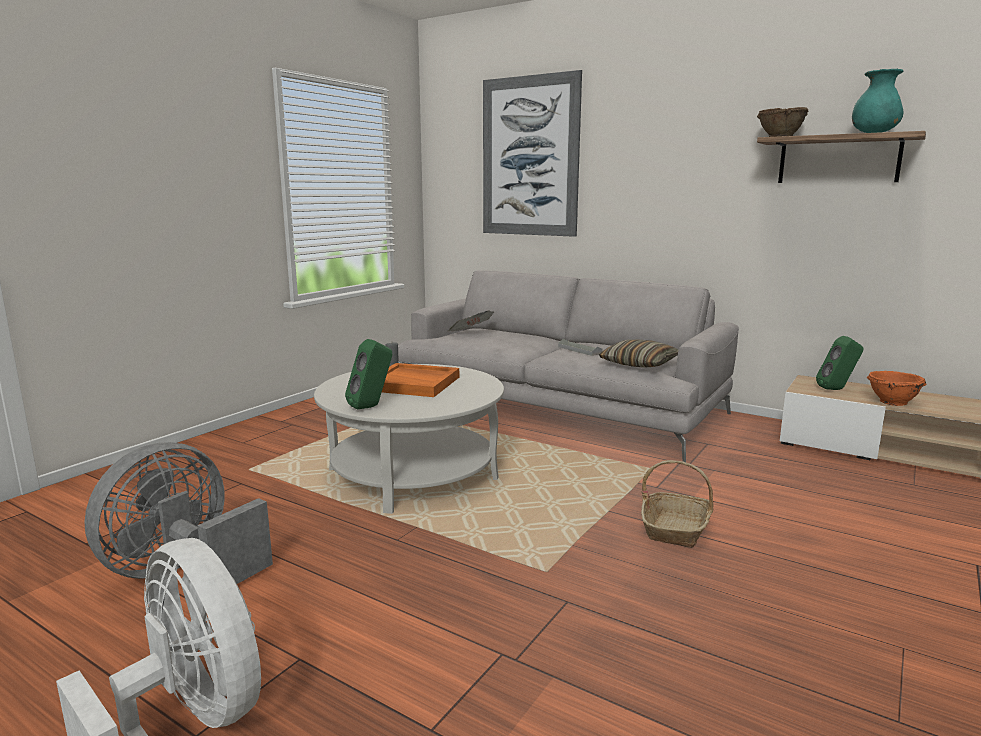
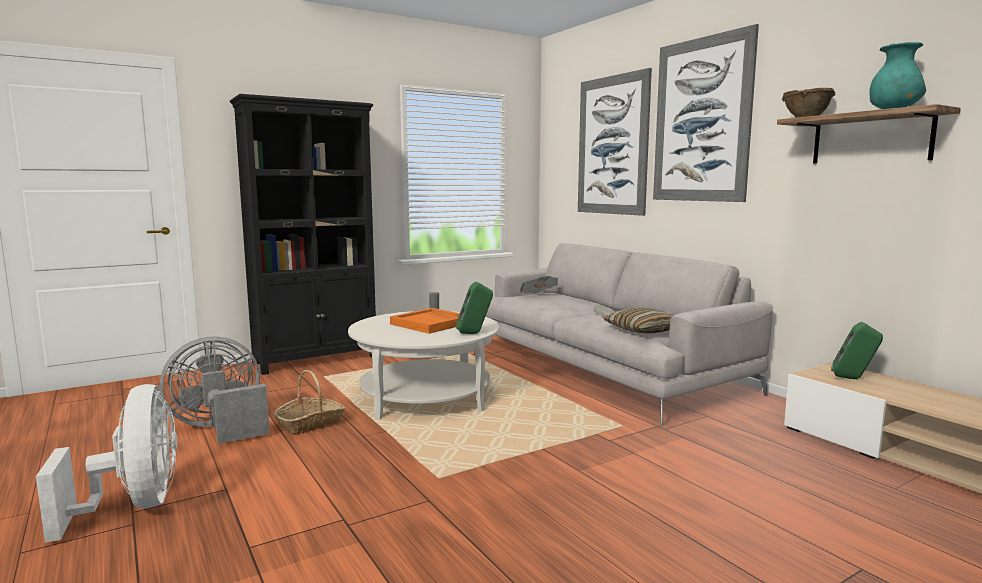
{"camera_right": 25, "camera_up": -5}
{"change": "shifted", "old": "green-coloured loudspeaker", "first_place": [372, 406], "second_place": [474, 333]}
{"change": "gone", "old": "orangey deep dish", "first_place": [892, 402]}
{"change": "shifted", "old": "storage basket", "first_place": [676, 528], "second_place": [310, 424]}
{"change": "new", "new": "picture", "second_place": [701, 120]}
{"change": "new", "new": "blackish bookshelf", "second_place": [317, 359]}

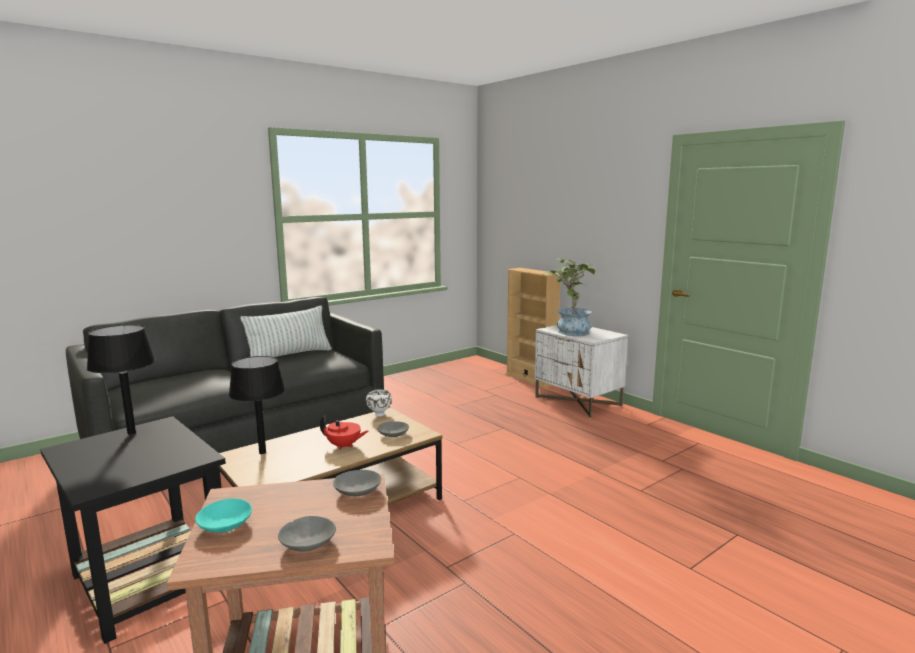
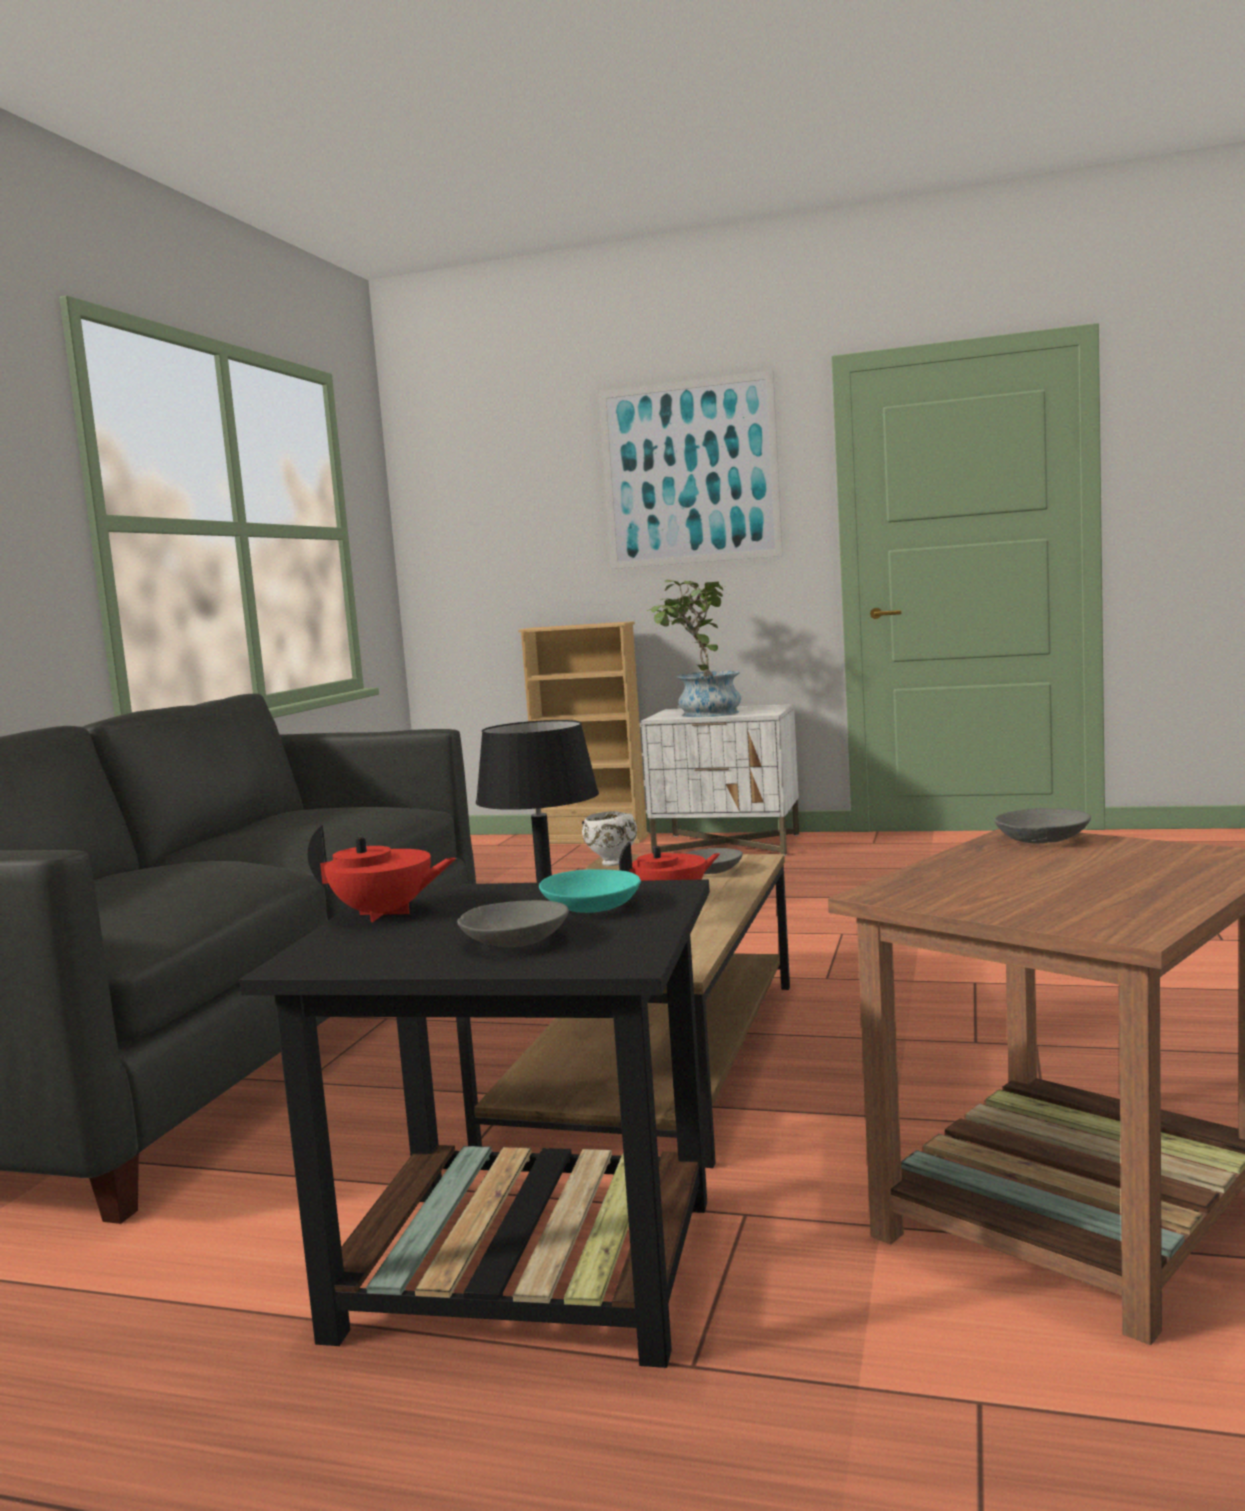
{"camera_right": -35, "camera_up": -5}
{"change": "gone", "old": "pillow", "first_place": [289, 356]}
{"change": "swapped", "old": "blackish lamp for a table", "new": "reddish pot for tea", "first_place": [131, 433], "second_place": [384, 914]}
{"change": "shifted", "old": "blue-green deep dish", "first_place": [225, 525], "second_place": [593, 907]}
{"change": "shifted", "old": "greyish deep dish", "first_place": [308, 543], "second_place": [514, 941]}
{"change": "new", "new": "picture", "second_place": [690, 473]}

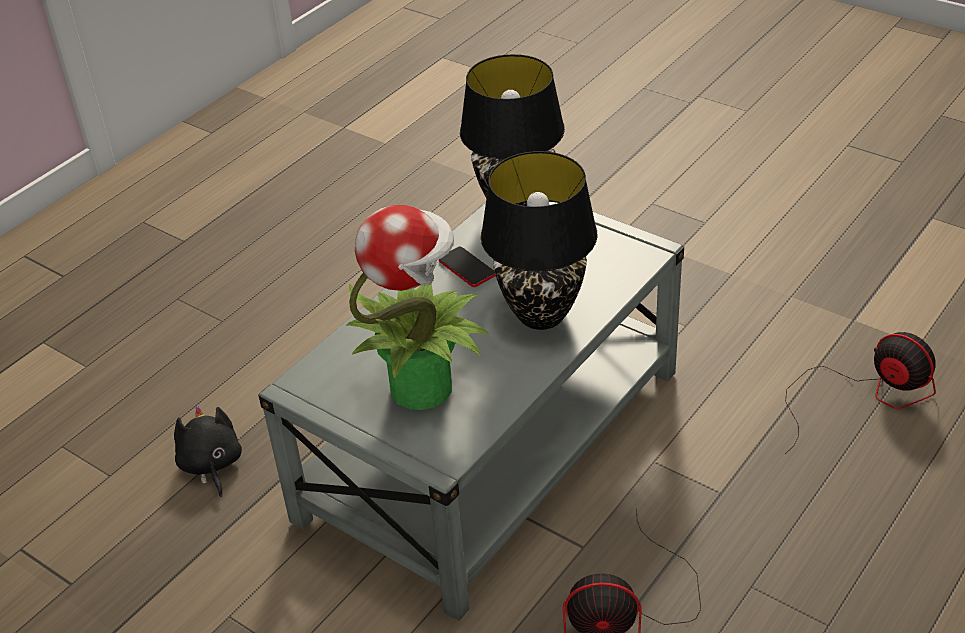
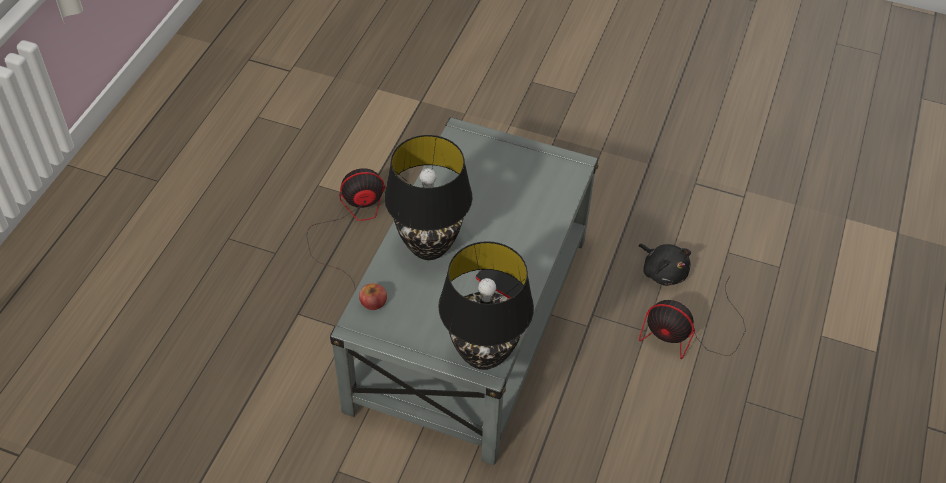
{"camera_right": 160, "camera_up": 10}
{"change": "gone", "old": "plant in a pot", "first_place": [423, 386]}
{"change": "shifted", "old": "electric fan", "first_place": [865, 395], "second_place": [687, 334]}
{"change": "new", "new": "apple fruit", "second_place": [373, 302]}

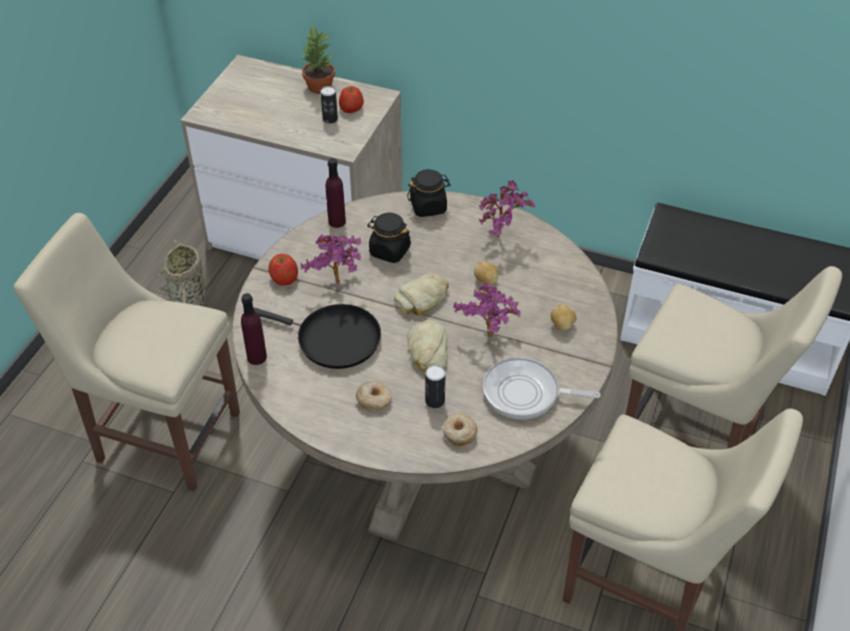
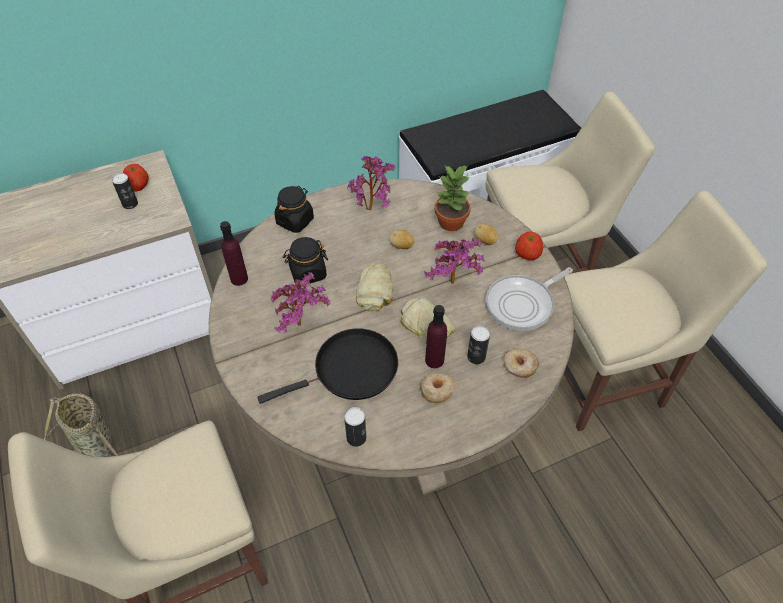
{"camera_right": -45, "camera_up": 5}
{"change": "shifted", "old": "plant in a pot", "first_place": [319, 87], "second_place": [451, 222]}
{"change": "shifted", "old": "apple fruit", "first_place": [284, 278], "second_place": [527, 253]}
{"change": "shifted", "old": "purple bottle", "first_place": [257, 357], "second_place": [434, 360]}
{"change": "new", "new": "can", "second_place": [356, 437]}

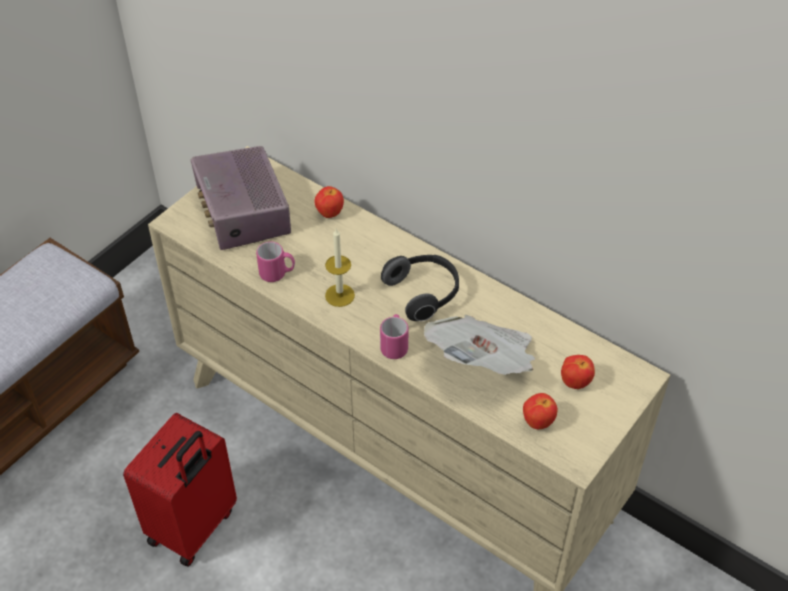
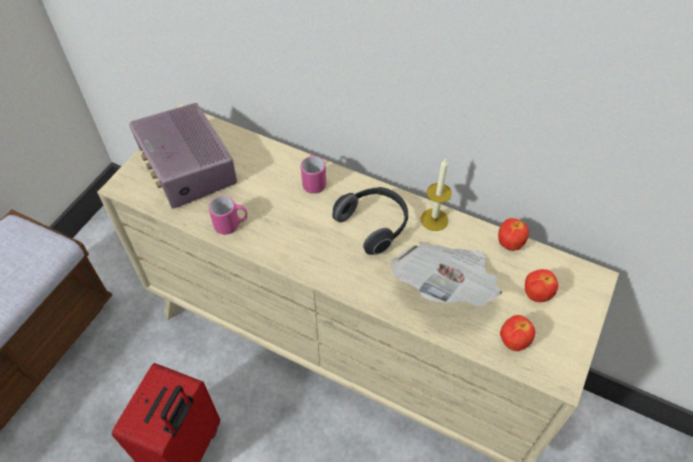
{"camera_right": -10, "camera_up": 5}
{"change": "shifted", "old": "apple fruit", "first_place": [329, 213], "second_place": [509, 244]}
{"change": "shifted", "old": "candle", "first_place": [339, 295], "second_place": [434, 219]}
{"change": "shifted", "old": "pink-coloured coffee mug", "first_place": [394, 345], "second_place": [314, 181]}

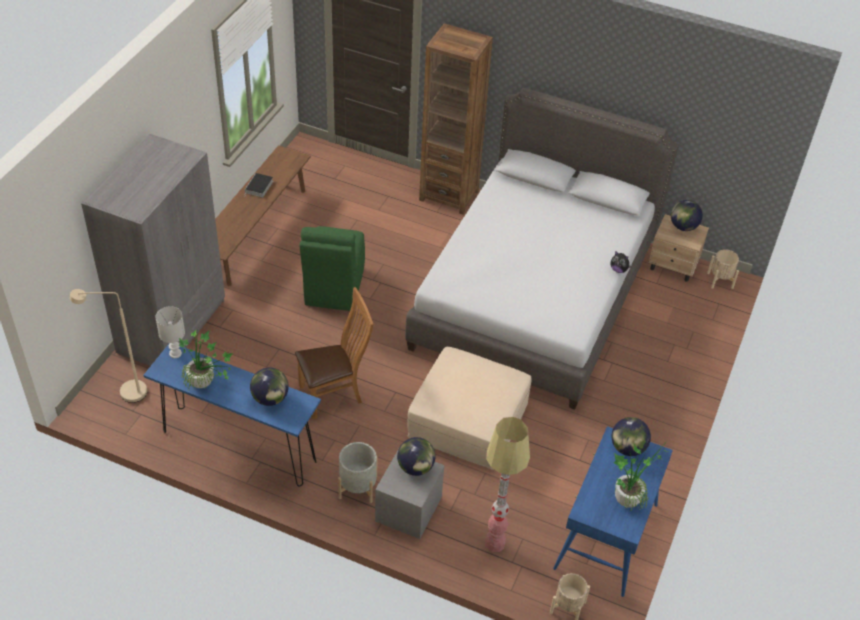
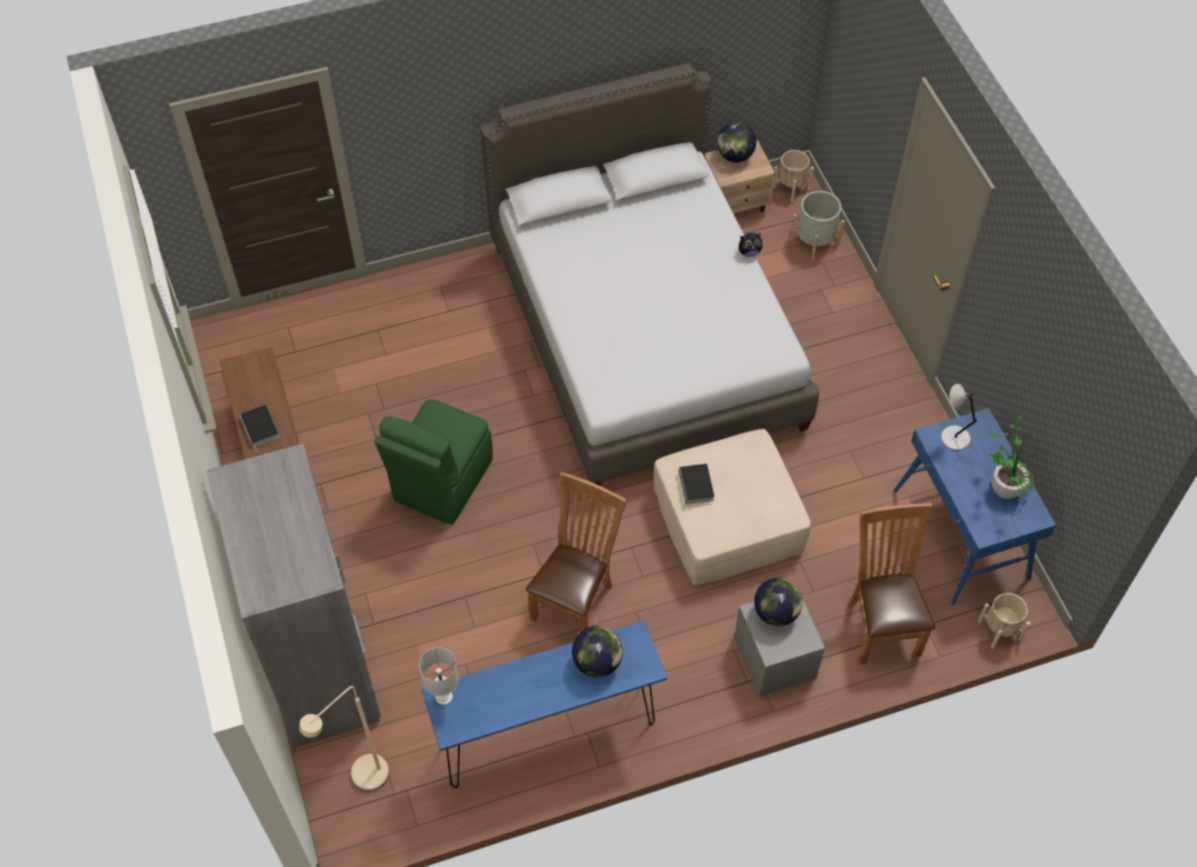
{"camera_right": -40, "camera_up": 10}
{"change": "gone", "old": "brown-coloured bookshelf", "first_place": [449, 195]}
{"change": "rotated", "old": "green-coloured chair", "first_place": [334, 287], "second_place": [441, 482], "degrees": 60}
{"change": "gone", "old": "plant in a pot", "first_place": [206, 384]}
{"change": "swapped", "old": "standard lamp", "new": "brown-coloured chair", "first_place": [495, 543], "second_place": [881, 624]}
{"change": "swapped", "old": "desk globe", "new": "greyish lamp for a table", "first_place": [627, 448], "second_place": [953, 437]}
{"change": "shifted", "old": "greyish planter", "first_place": [358, 487], "second_place": [814, 242]}
{"change": "new", "new": "volume", "second_place": [696, 487]}

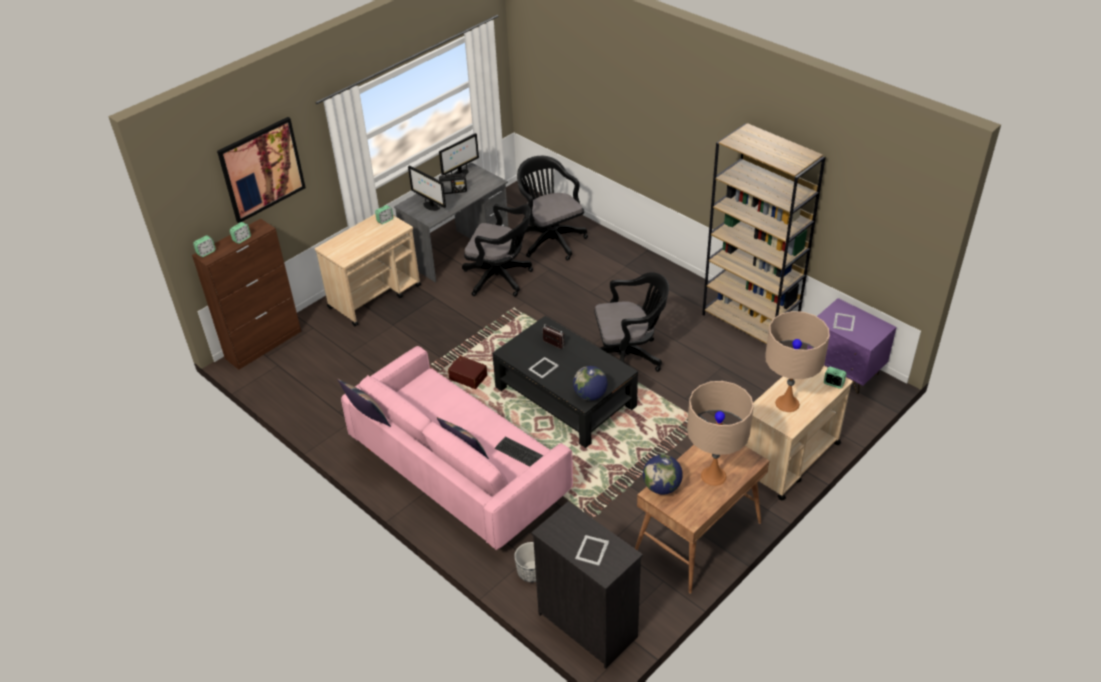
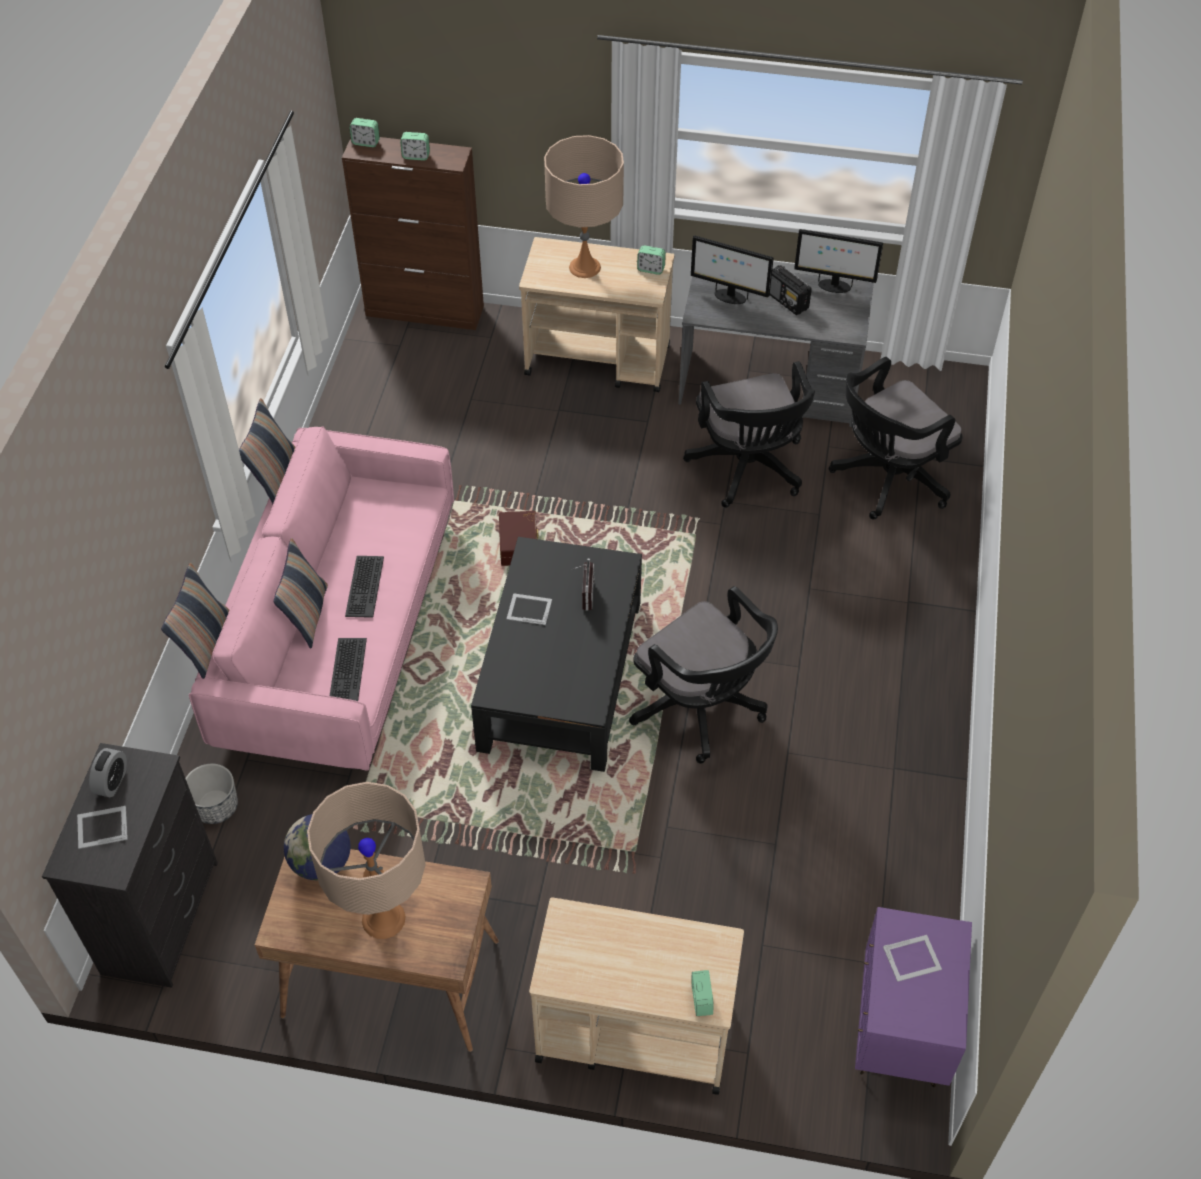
{"camera_right": 55, "camera_up": 10}
{"change": "gone", "old": "picture", "first_place": [262, 169]}
{"change": "gone", "old": "brown-coloured bookshelf", "first_place": [750, 322]}
{"change": "rotated", "old": "blackish computer chair", "first_place": [550, 240], "second_place": [886, 479], "degrees": -150}
{"change": "rotated", "old": "monitor", "first_place": [430, 206], "second_place": [729, 297], "degrees": -75}
{"change": "shifted", "old": "sand-coloured lamp for a table", "first_place": [787, 403], "second_place": [584, 267]}
{"change": "gone", "old": "desk globe", "first_place": [590, 395]}
{"change": "new", "new": "computer keyboard", "second_place": [364, 586]}
{"change": "new", "new": "pillow", "second_place": [205, 643]}
{"change": "new", "new": "alarm clock", "second_place": [112, 782]}

